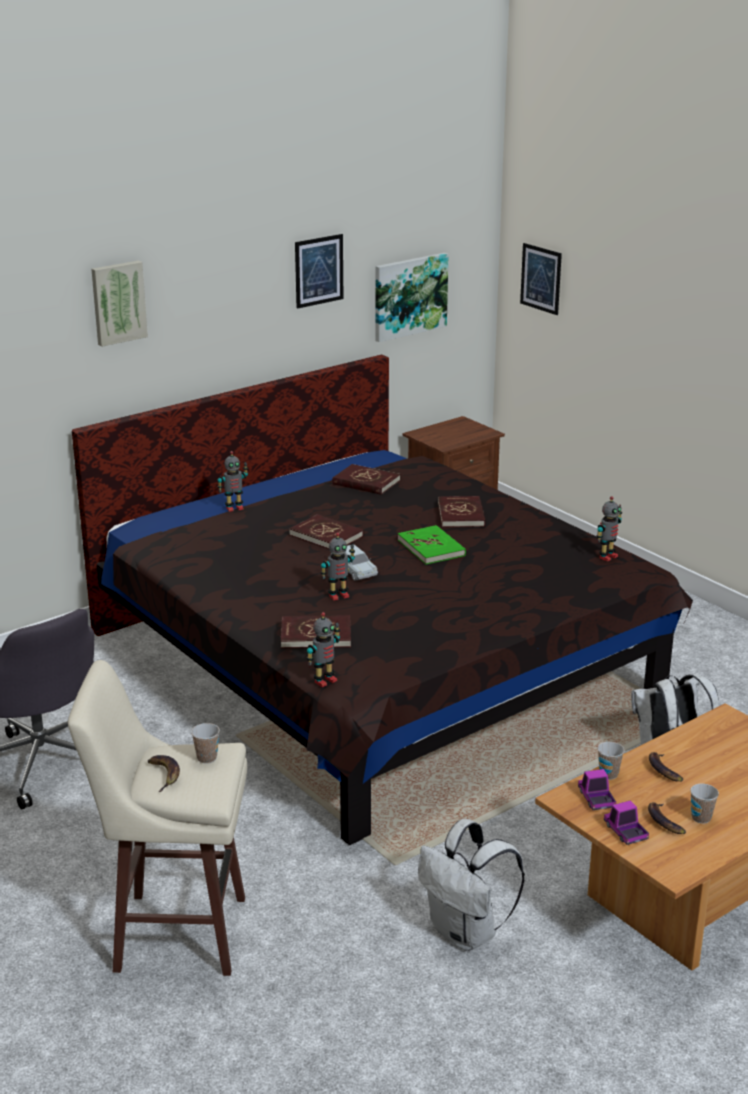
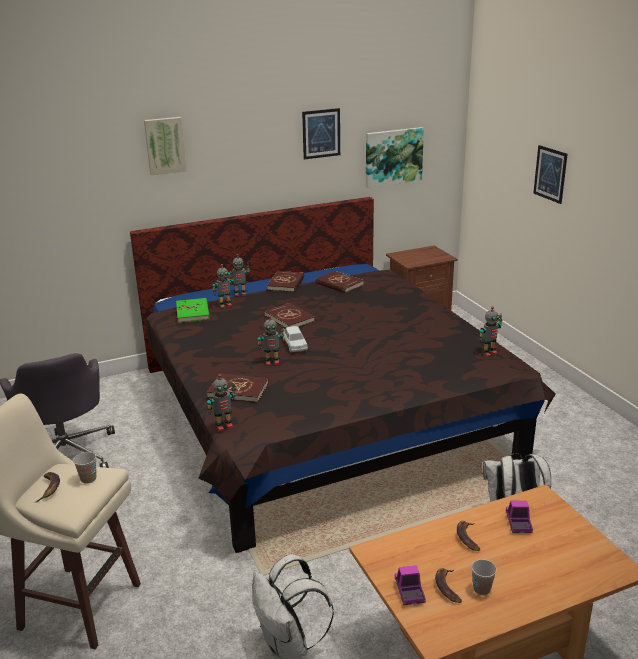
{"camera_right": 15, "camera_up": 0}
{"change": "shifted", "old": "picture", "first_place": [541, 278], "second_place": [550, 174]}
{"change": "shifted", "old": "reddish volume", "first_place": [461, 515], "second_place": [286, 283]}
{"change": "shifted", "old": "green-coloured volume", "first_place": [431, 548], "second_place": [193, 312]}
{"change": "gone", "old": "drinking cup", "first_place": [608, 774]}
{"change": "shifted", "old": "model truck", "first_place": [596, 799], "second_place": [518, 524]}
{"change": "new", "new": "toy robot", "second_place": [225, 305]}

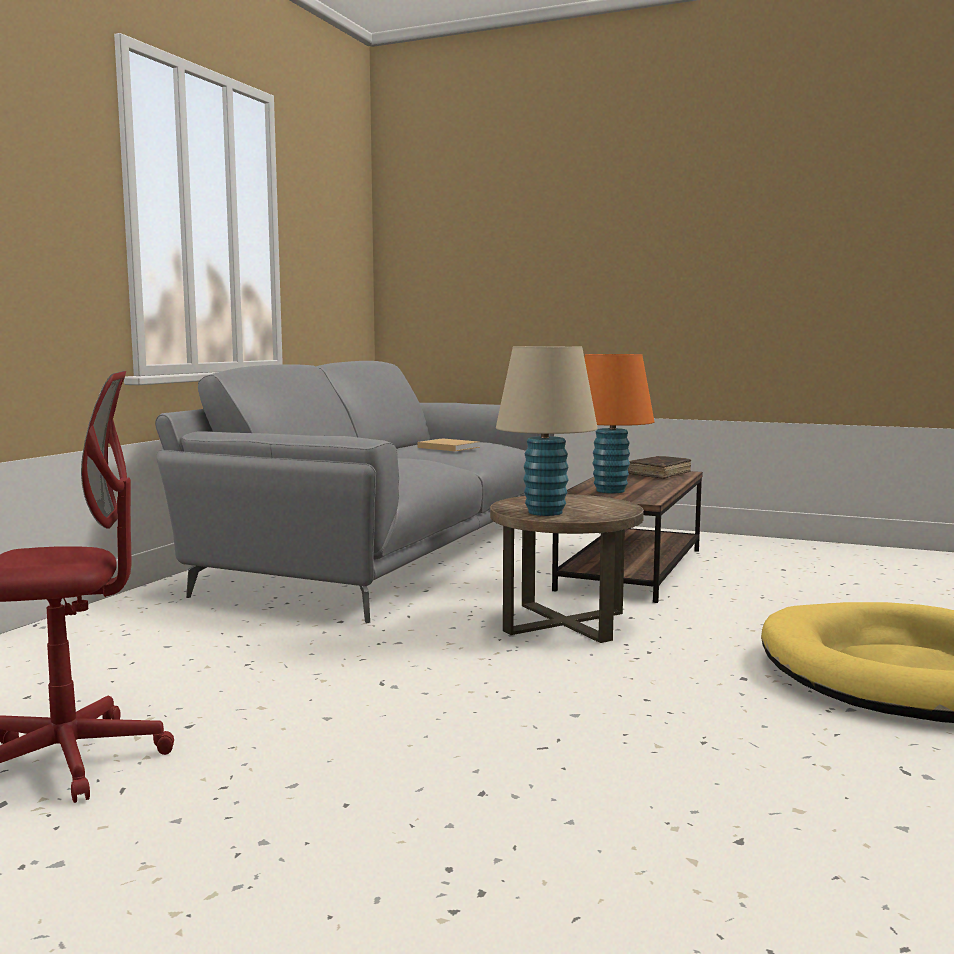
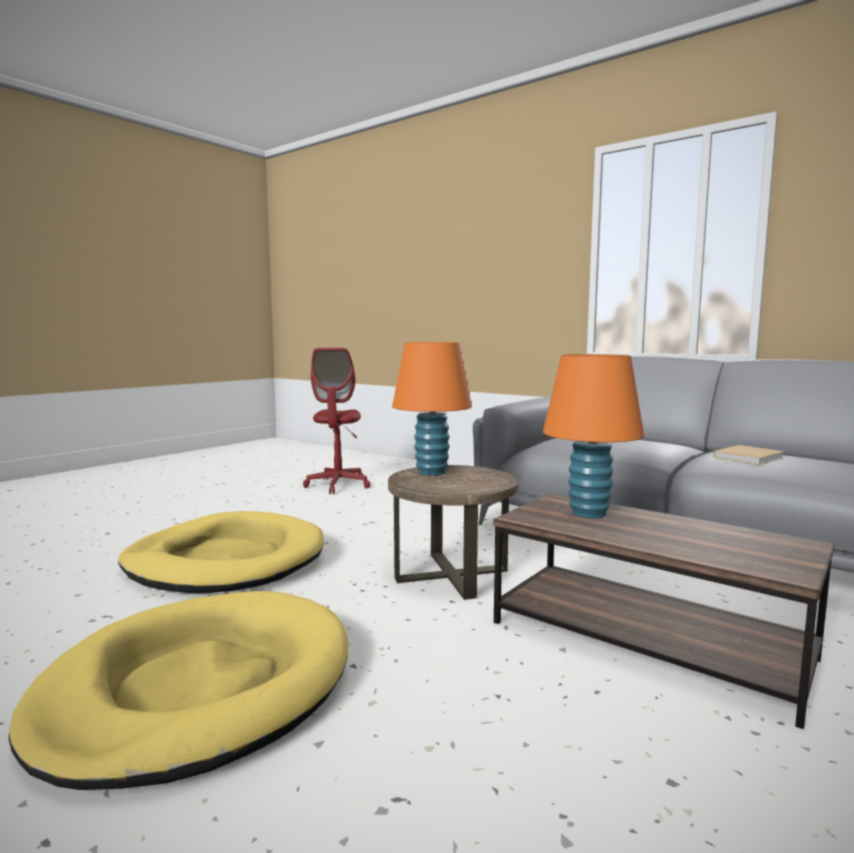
{"camera_right": 105, "camera_up": 0}
{"change": "repainted", "old": "sand-coloured lamp for a table", "new": "orangey lamp for a table", "first_place": [545, 512], "second_place": [431, 472]}
{"change": "gone", "old": "brown-coloured volume", "first_place": [658, 474]}
{"change": "new", "new": "yellow dog bed", "second_place": [226, 561]}

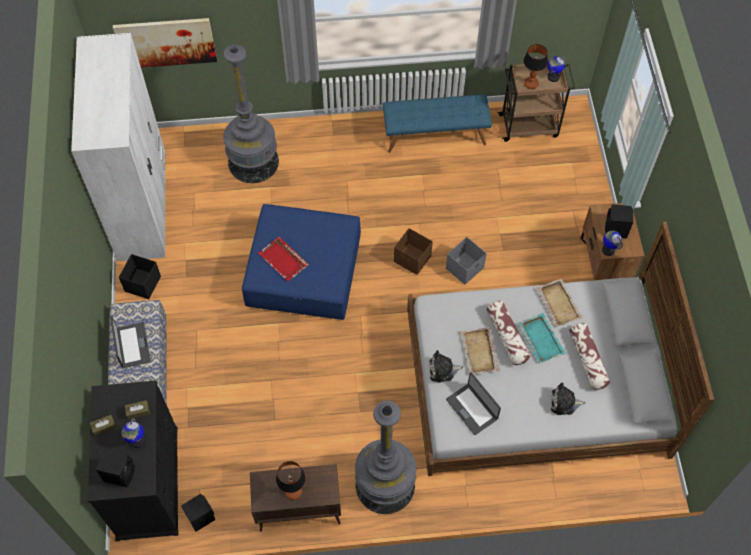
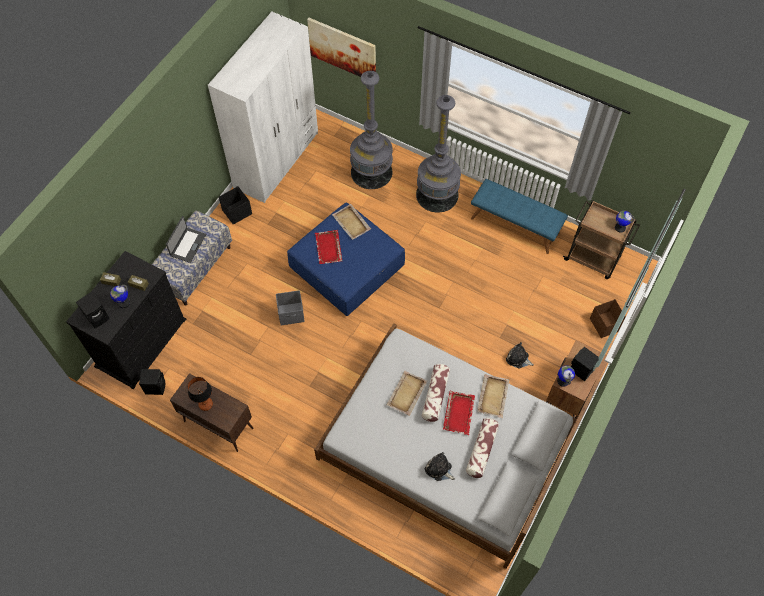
{"camera_right": 35, "camera_up": 0}
{"change": "gone", "old": "lamp for a table", "first_place": [531, 84]}
{"change": "shifted", "old": "brown-coloured storage container", "first_place": [412, 259], "second_place": [605, 325]}
{"change": "shifted", "old": "greyish storage container", "first_place": [465, 268], "second_place": [291, 314]}
{"change": "repainted", "old": "blue-green carrying tray", "new": "reddish carrying tray", "first_place": [540, 338], "second_place": [459, 412]}
{"change": "shifted", "old": "cuddly toy", "first_place": [443, 370], "second_place": [518, 359]}
{"change": "gone", "old": "notebook computer", "first_place": [472, 409]}
{"change": "shifted", "old": "greyish standard lamp", "first_place": [385, 485], "second_place": [437, 195]}
{"change": "new", "new": "sand-coloured carrying tray", "second_place": [351, 223]}

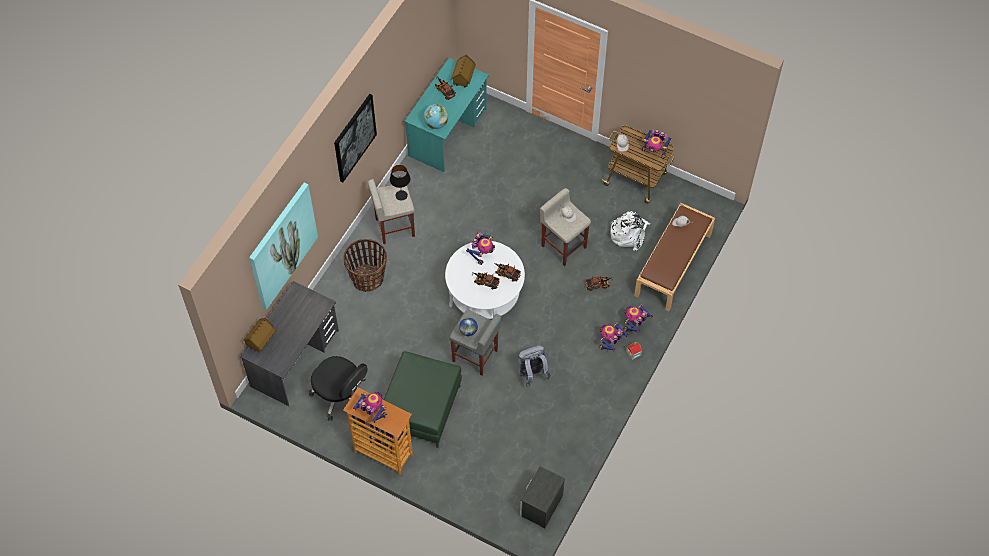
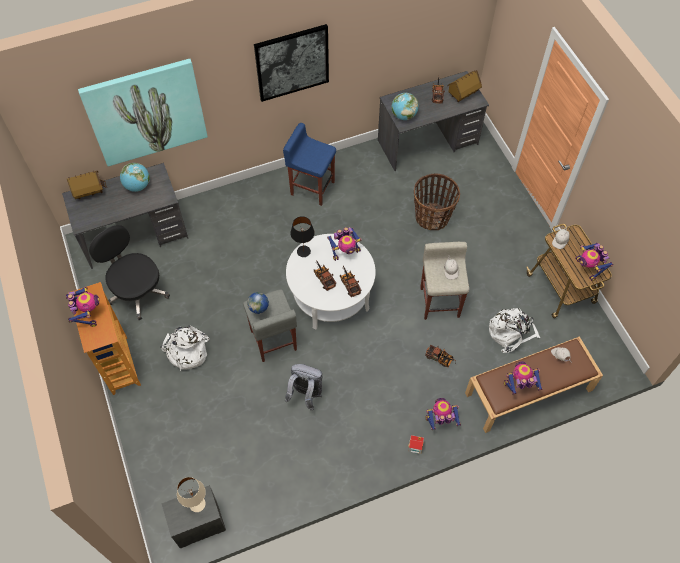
{"camera_right": 40, "camera_up": 0}
{"change": "repainted", "old": "blue-green desk", "new": "greyish desk", "first_place": [448, 132], "second_place": [428, 142]}
{"change": "shifted", "old": "blackish lamp for a table", "first_place": [401, 195], "second_place": [304, 251]}
{"change": "repainted", "old": "sand-coloured stool seat", "new": "bluish stool seat", "first_place": [394, 227], "second_place": [312, 188]}
{"change": "shifted", "old": "storage basket", "first_place": [367, 278], "second_place": [432, 217]}
{"change": "shifted", "old": "toy robot", "first_place": [610, 343], "second_place": [519, 386]}
{"change": "swapped", "old": "green-coloured ottoman", "new": "white-coloured knapsack", "first_place": [421, 408], "second_place": [186, 351]}
{"change": "rotated", "old": "blackish computer chair", "first_place": [341, 395], "second_place": [137, 291], "degrees": 150}
{"change": "new", "new": "desk globe", "second_place": [137, 186]}
{"change": "new", "new": "sand-coloured lamp for a table", "second_place": [197, 504]}

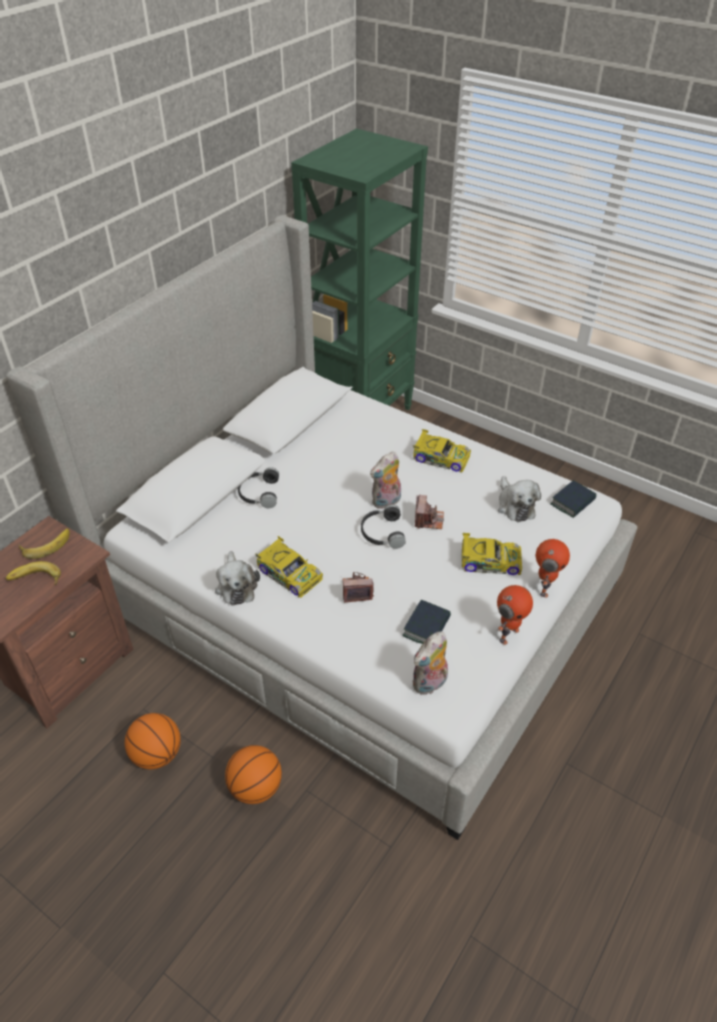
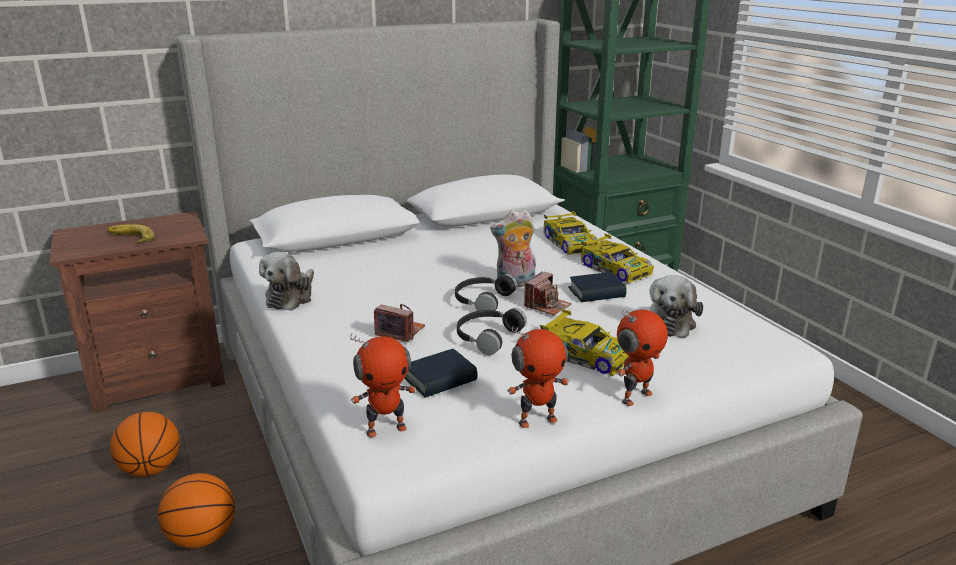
{"camera_right": 30, "camera_up": -20}
{"change": "shifted", "old": "blackish headset", "first_place": [258, 493], "second_place": [486, 337]}
{"change": "shifted", "old": "volume", "first_place": [572, 502], "second_place": [596, 293]}
{"change": "gone", "old": "banana fruit", "first_place": [46, 544]}
{"change": "shifted", "old": "model car", "first_place": [289, 573], "second_place": [569, 242]}
{"change": "swapped", "old": "cuddly toy", "new": "toy robot", "first_place": [430, 684], "second_place": [386, 429]}

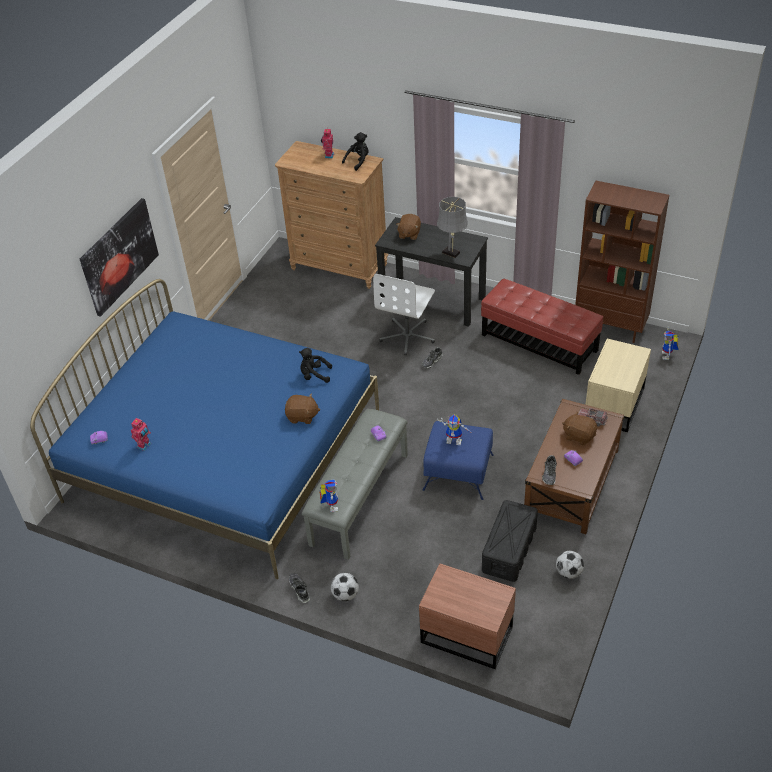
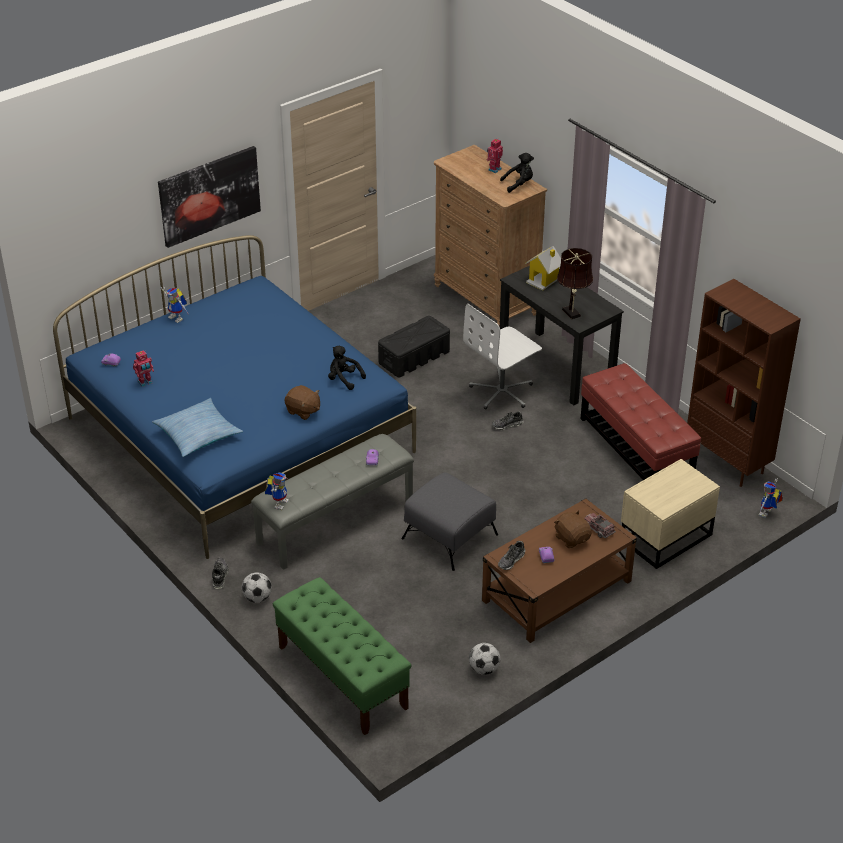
{"camera_right": 25, "camera_up": -5}
{"change": "repainted", "old": "greyish lamp for a table", "new": "brown-coloured lamp for a table", "first_place": [452, 253], "second_place": [572, 314]}
{"change": "swapped", "old": "brown-coloured cuddly toy", "new": "miniature house", "first_place": [409, 234], "second_place": [543, 280]}
{"change": "shifted", "old": "toy robot", "first_place": [455, 440], "second_place": [178, 318]}
{"change": "repainted", "old": "bluish ottoman", "new": "greyish ottoman", "first_place": [459, 472], "second_place": [450, 537]}
{"change": "shifted", "old": "blackish storage container", "first_place": [509, 550], "second_place": [413, 358]}
{"change": "swapped", "old": "brown-coloured bedside table", "new": "green-coloured indoor bench", "first_place": [466, 633], "second_place": [342, 677]}
{"change": "new", "new": "pillow", "second_place": [197, 434]}

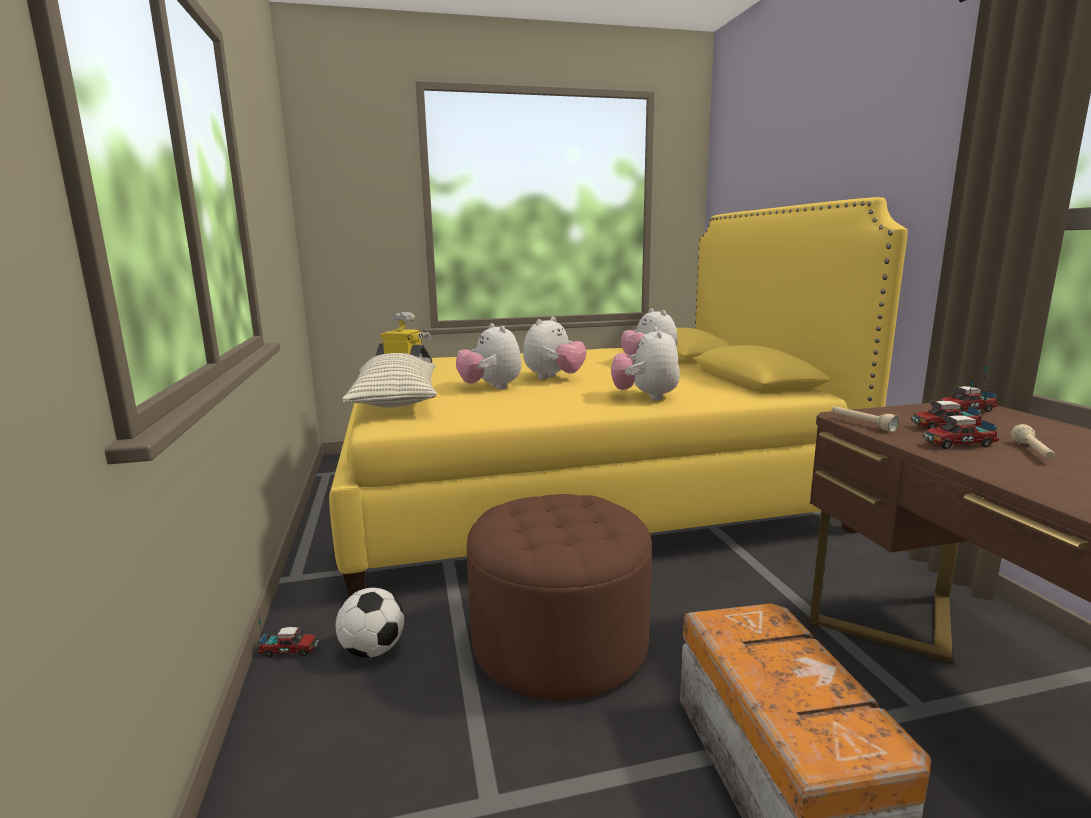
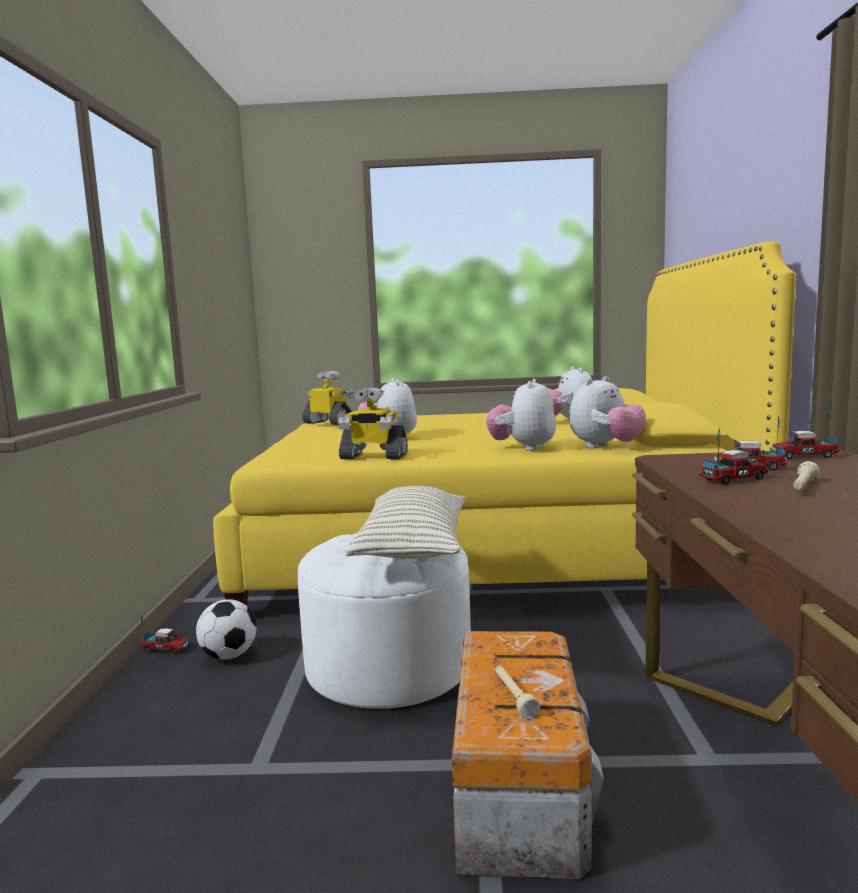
{"camera_right": 15, "camera_up": -5}
{"change": "shifted", "old": "cuddly toy", "first_place": [554, 378], "second_place": [605, 447]}
{"change": "shifted", "old": "pillow", "first_place": [396, 402], "second_place": [413, 548]}
{"change": "rotated", "old": "model truck", "first_place": [957, 444], "second_place": [734, 480], "degrees": 150}
{"change": "shifted", "old": "sand-coloured torch", "first_place": [861, 424], "second_place": [513, 697]}
{"change": "repainted", "old": "brown-coloured ottoman", "new": "white-coloured ottoman", "first_place": [560, 642], "second_place": [388, 667]}
{"change": "new", "new": "toy robot", "second_place": [373, 457]}

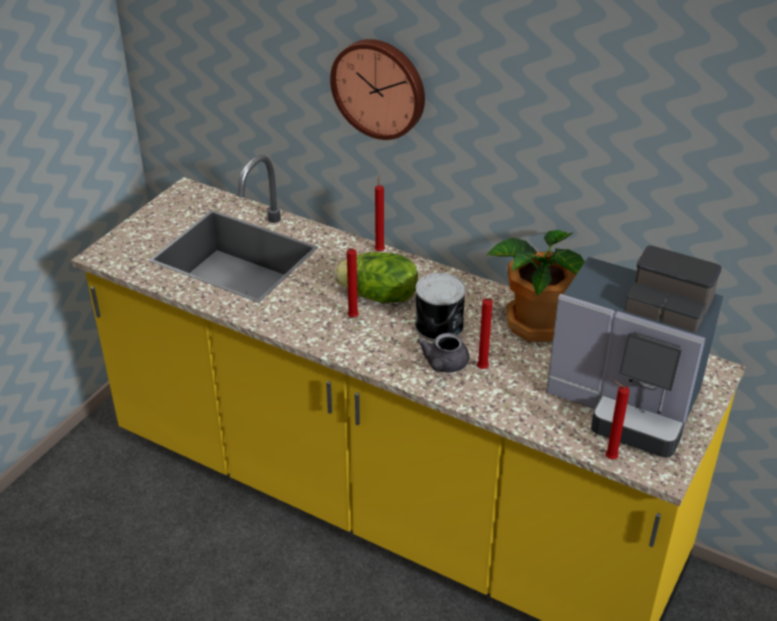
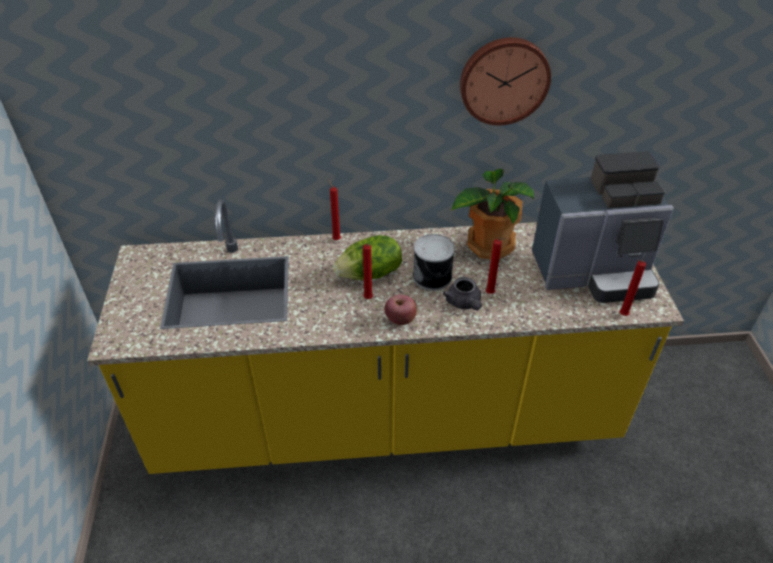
{"camera_right": -35, "camera_up": 5}
{"change": "shifted", "old": "hanging clock", "first_place": [380, 87], "second_place": [503, 80]}
{"change": "new", "new": "apple fruit", "second_place": [400, 320]}

